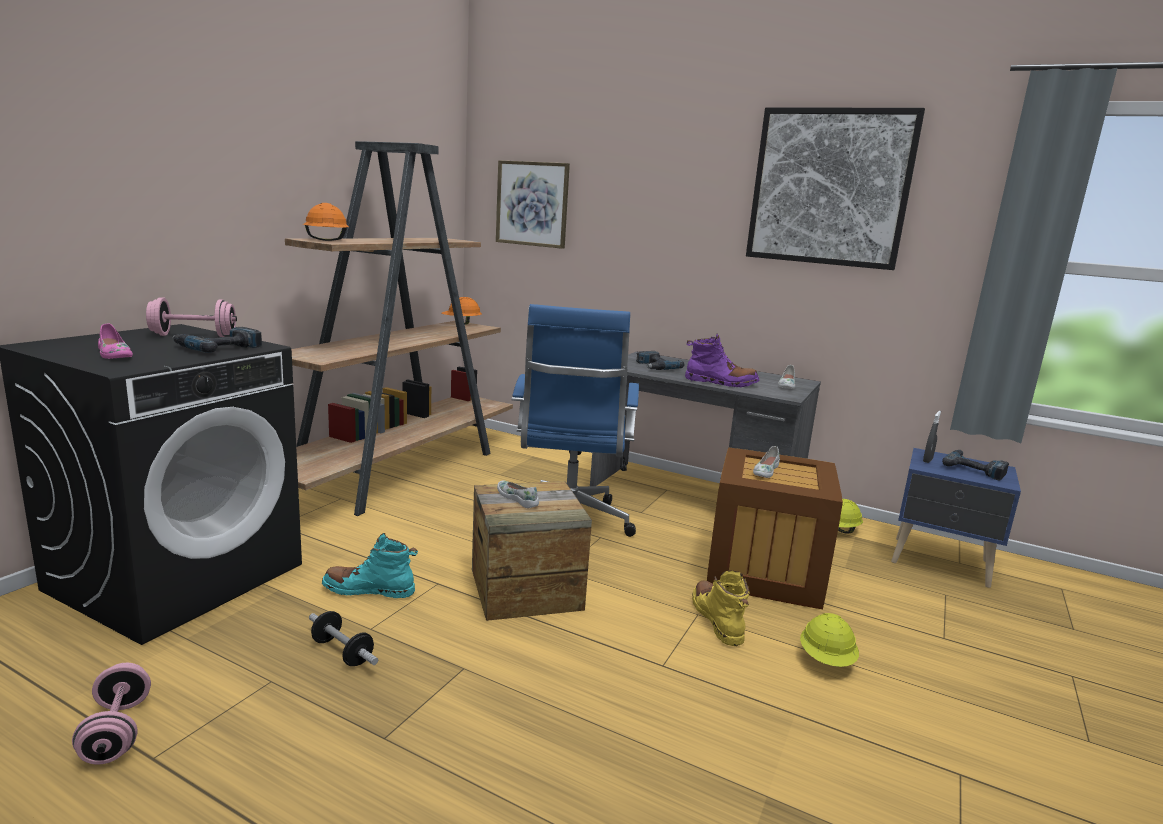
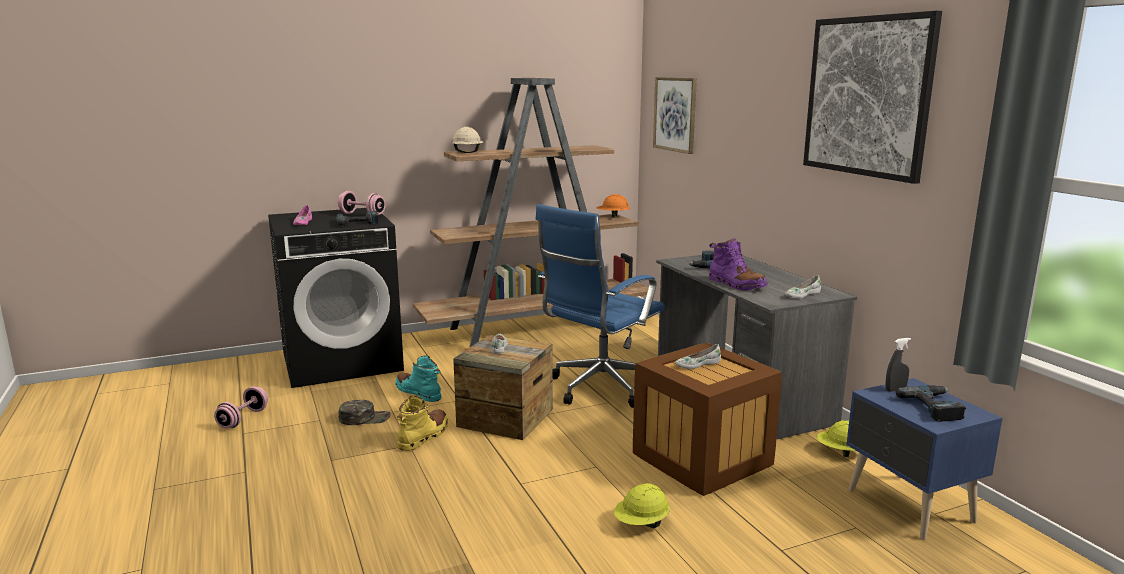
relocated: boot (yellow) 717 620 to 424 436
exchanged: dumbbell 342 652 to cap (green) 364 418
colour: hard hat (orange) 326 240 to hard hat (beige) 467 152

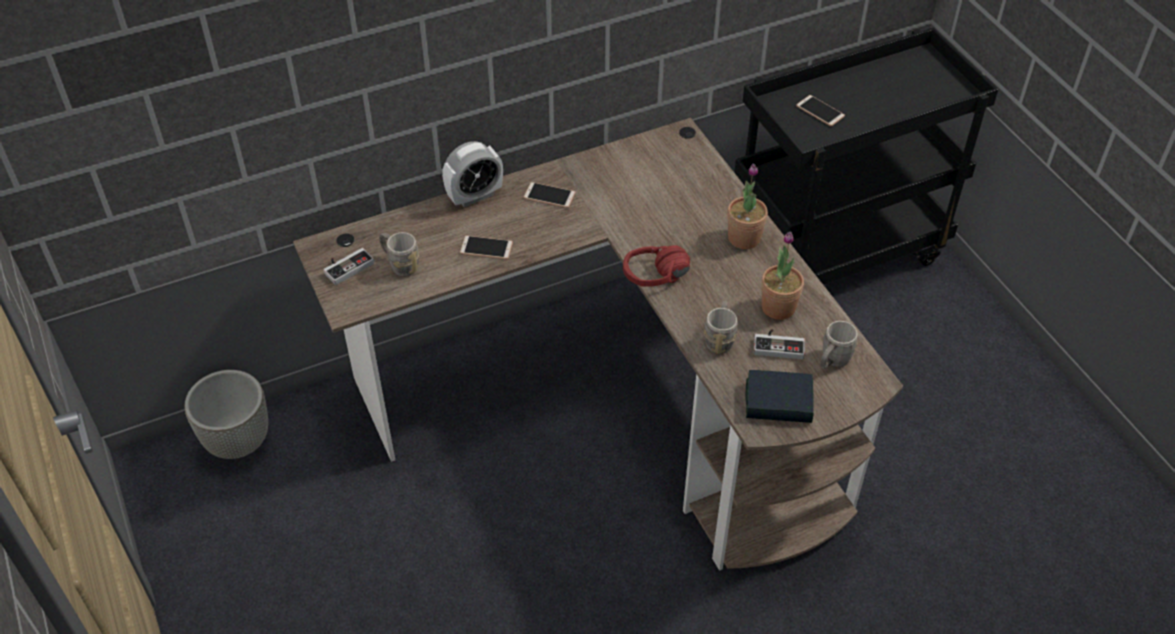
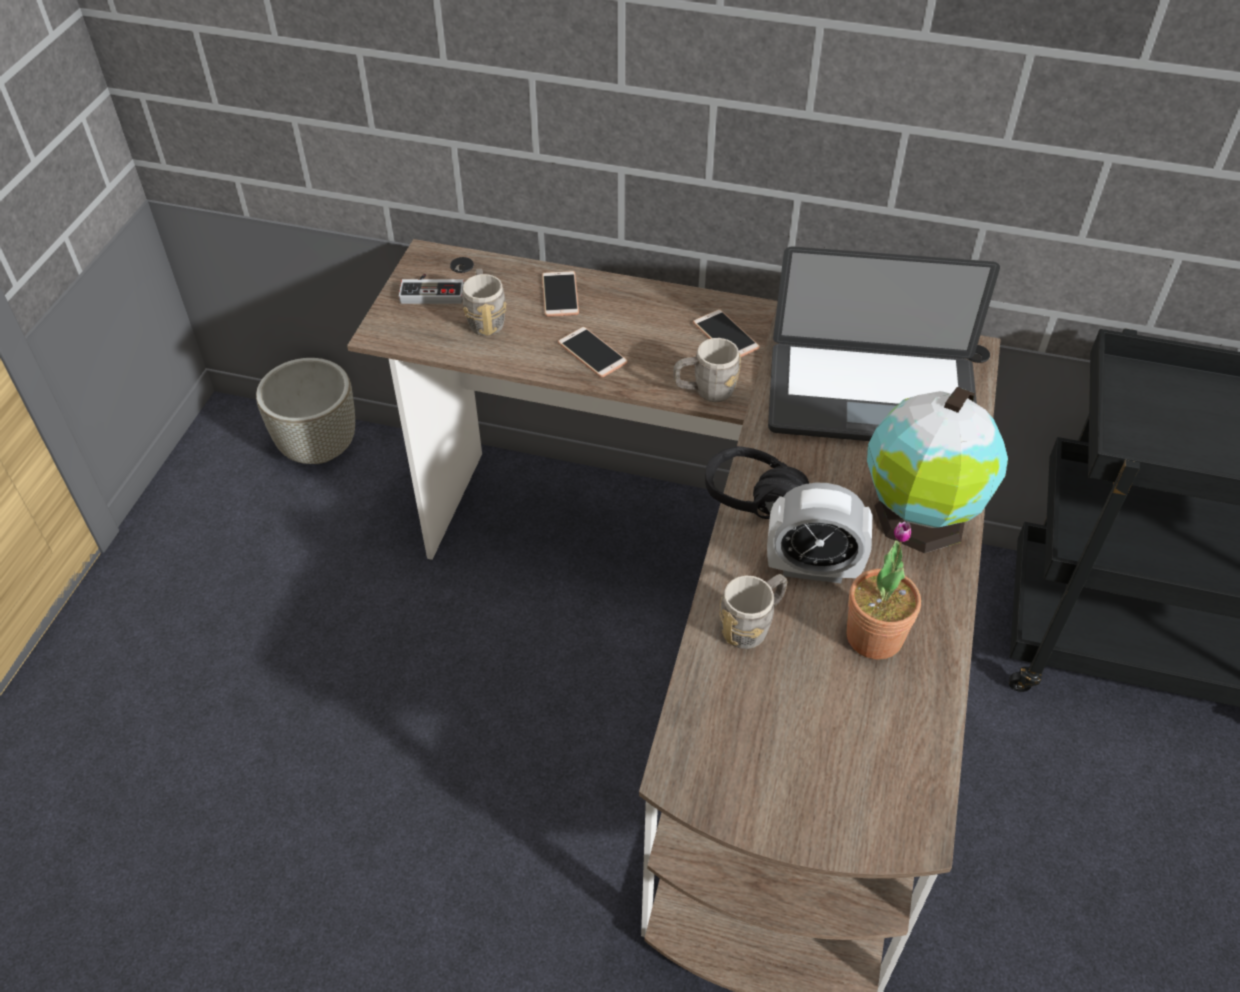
missing: book 778 402; game controller 778 345
appeared: laptop 871 398
relocated: alarm clock 475 196 to 812 568; phone 820 111 to 560 295; mug (grey) 832 361 to 705 391
exchanged: potted plant 744 238 to globe 919 520
colour: headphones (red) 659 282 to headphones (black) 748 508

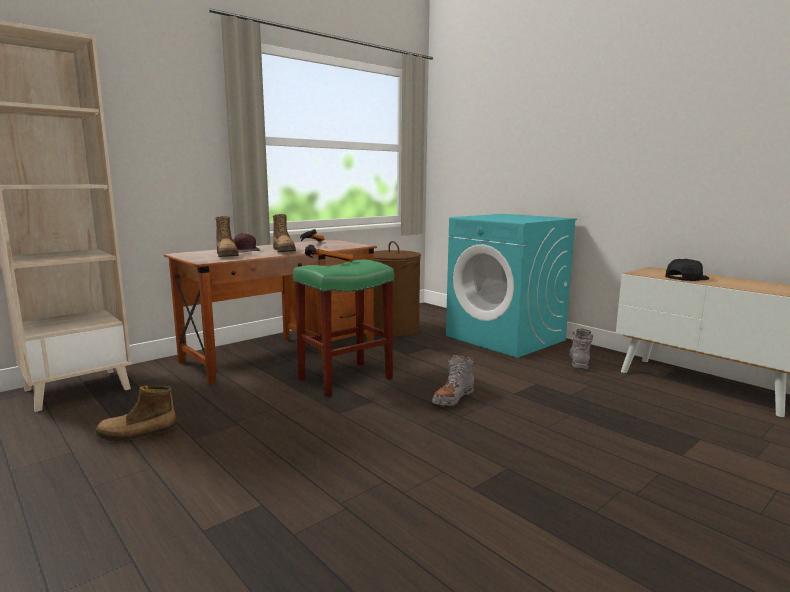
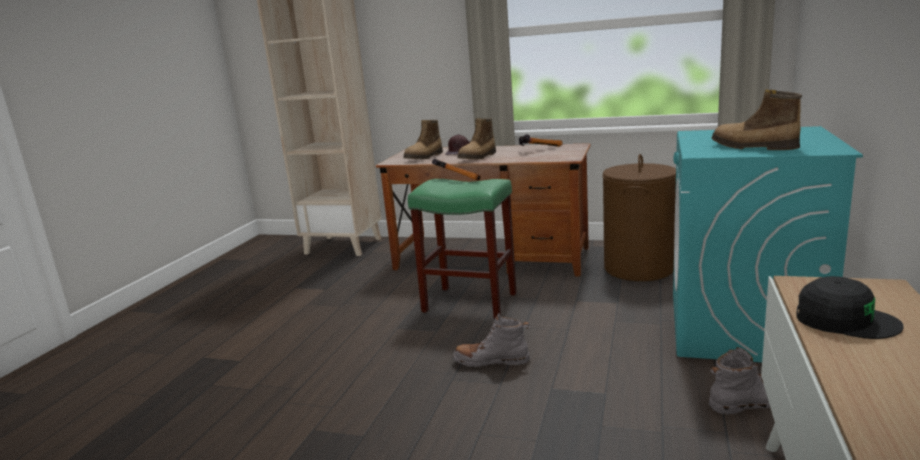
relocated: boot 137 435 to 753 147

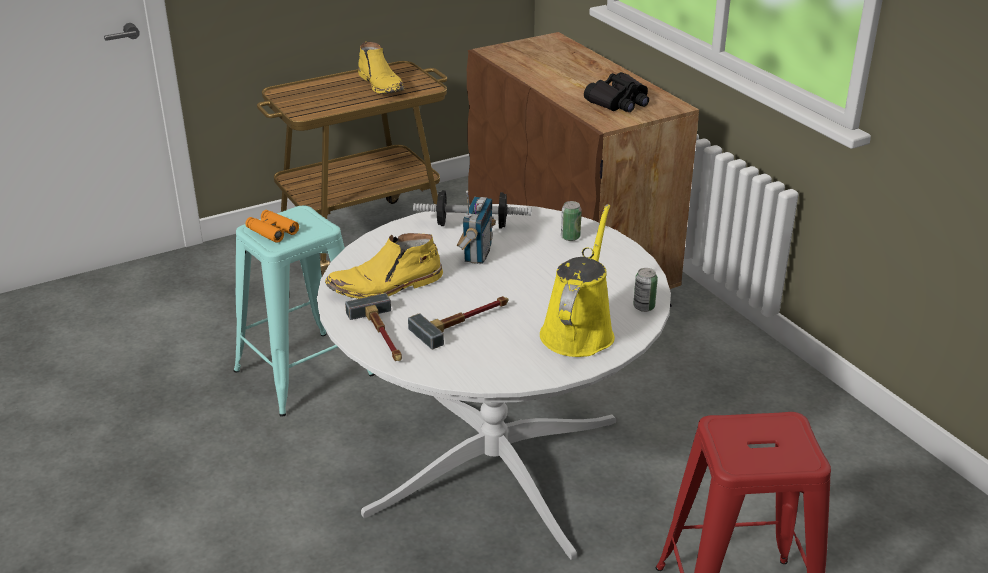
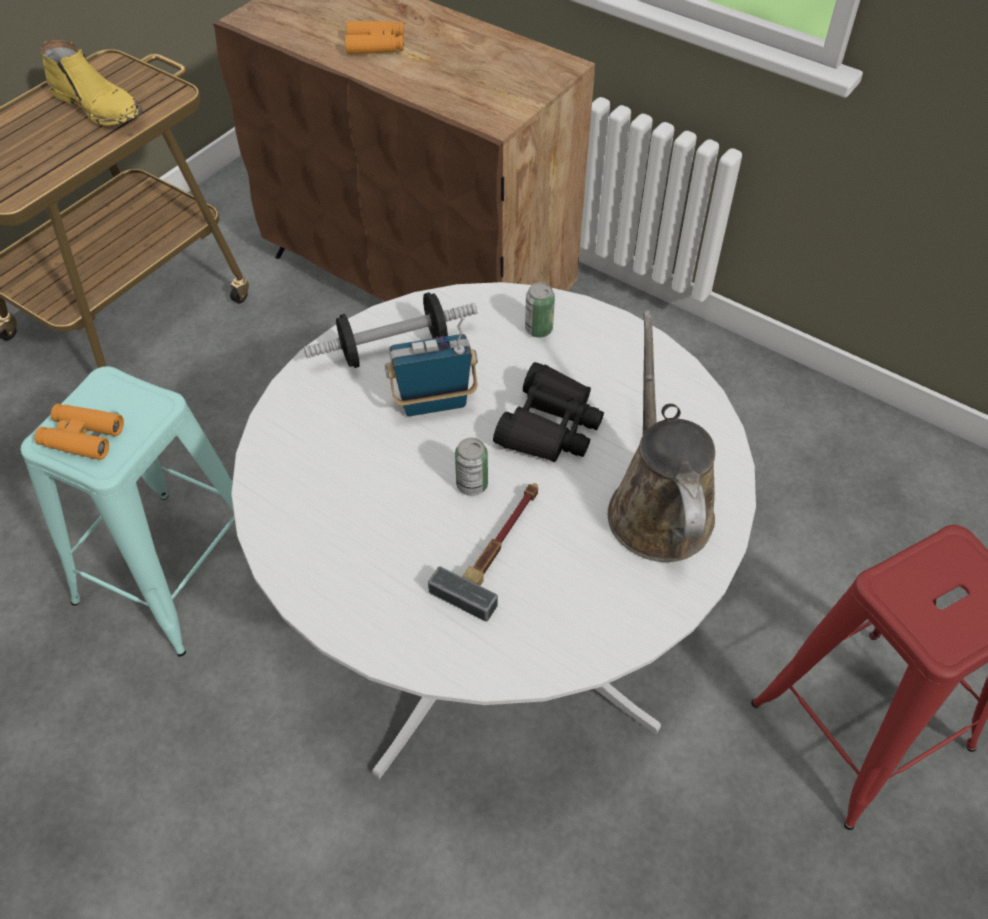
missing: boot (yellow) 386 286; hammer 382 336
appeared: binoculars (orange) 376 45
relocated: binoculars (black) 619 102 to 549 426; can 644 307 to 472 485
colour: watering can (yellow) 579 331 to watering can (brown) 657 506
spun: radio 477 254 = 434 404 90 degrees counterclockwise

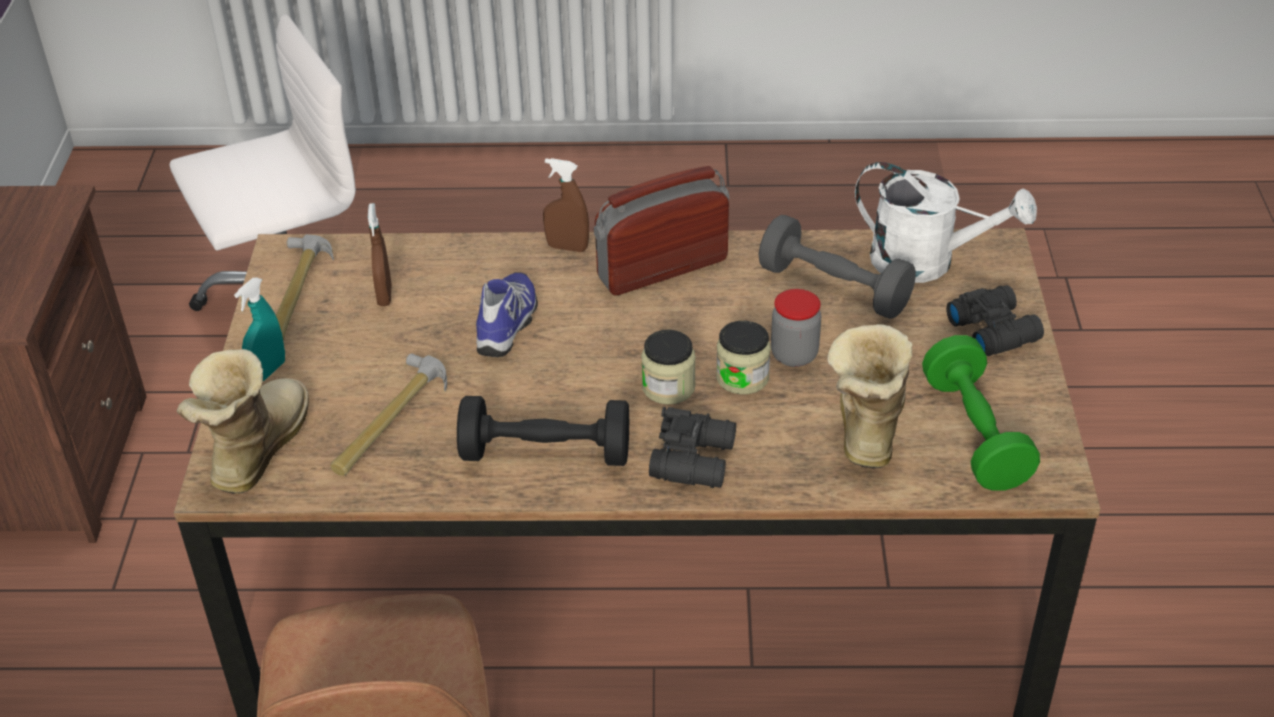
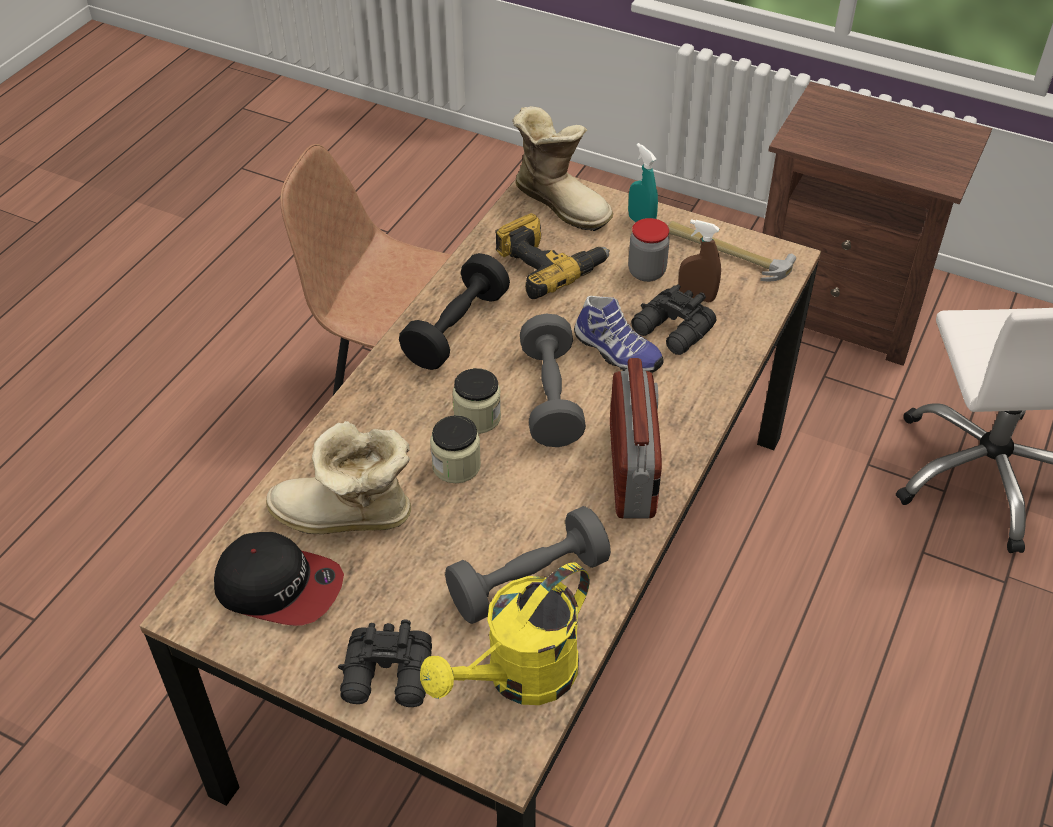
missing: spray bottle (brown) 567 247
appeared: dumbbell (grey) 551 397
relocated: binoculars (black) 695 459 to 672 331; jar 794 355 to 646 272
exchanged: hammer 389 420 to power drill 548 265; dumbbell (green) 975 434 to cap 279 586
colour: watering can (white) 927 262 to watering can (yellow) 519 678
spun: boot 866 425 = 345 518 150 degrees clockwise

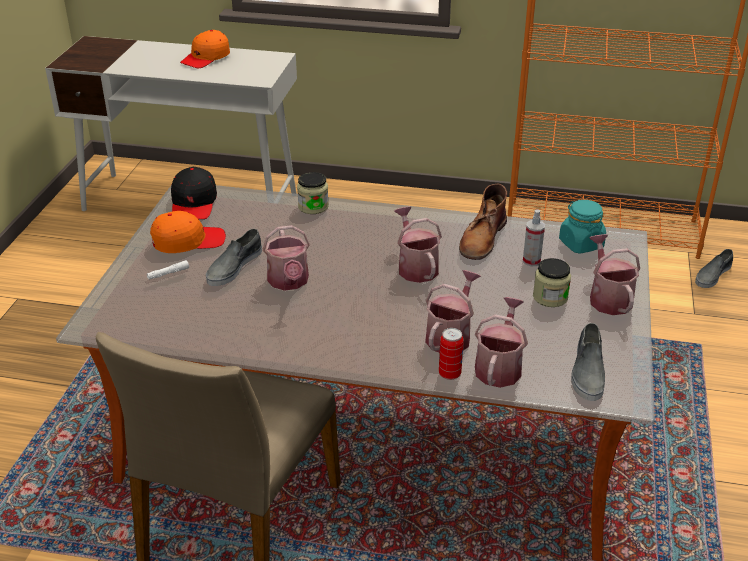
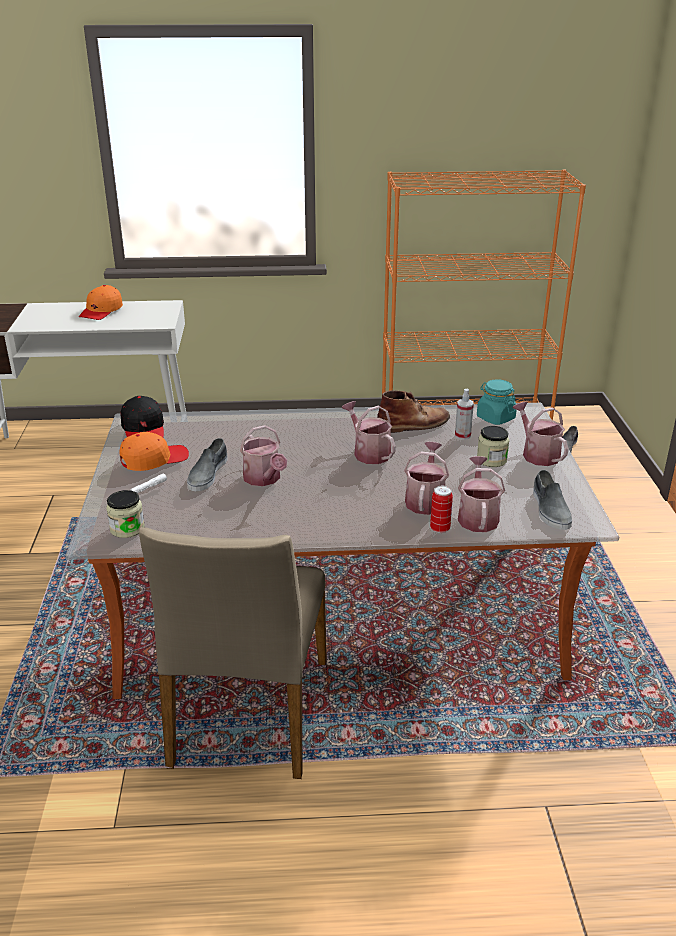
relocated: jar 313 206 to 127 528
spun: boot (brown) 482 238 = 413 424 120 degrees counterclockwise

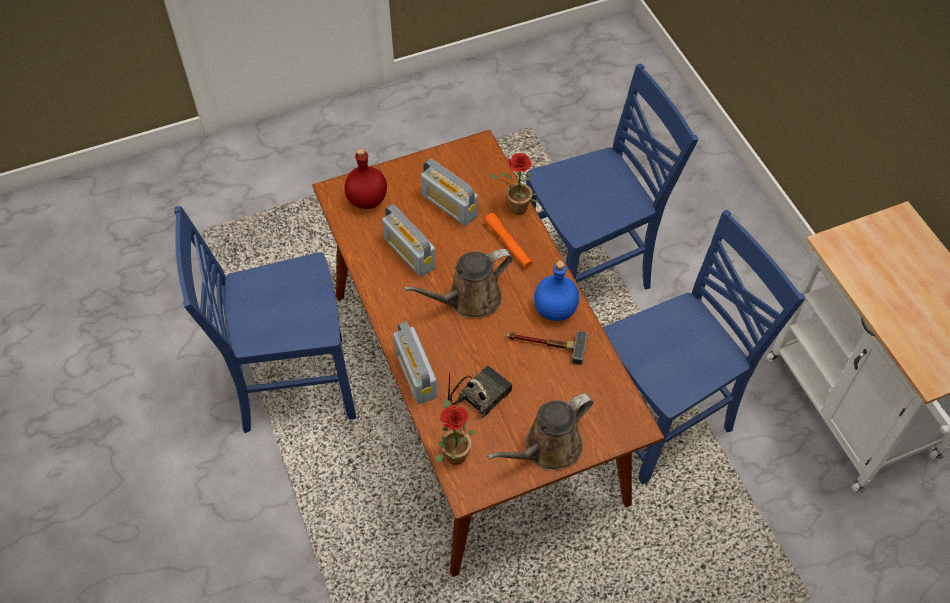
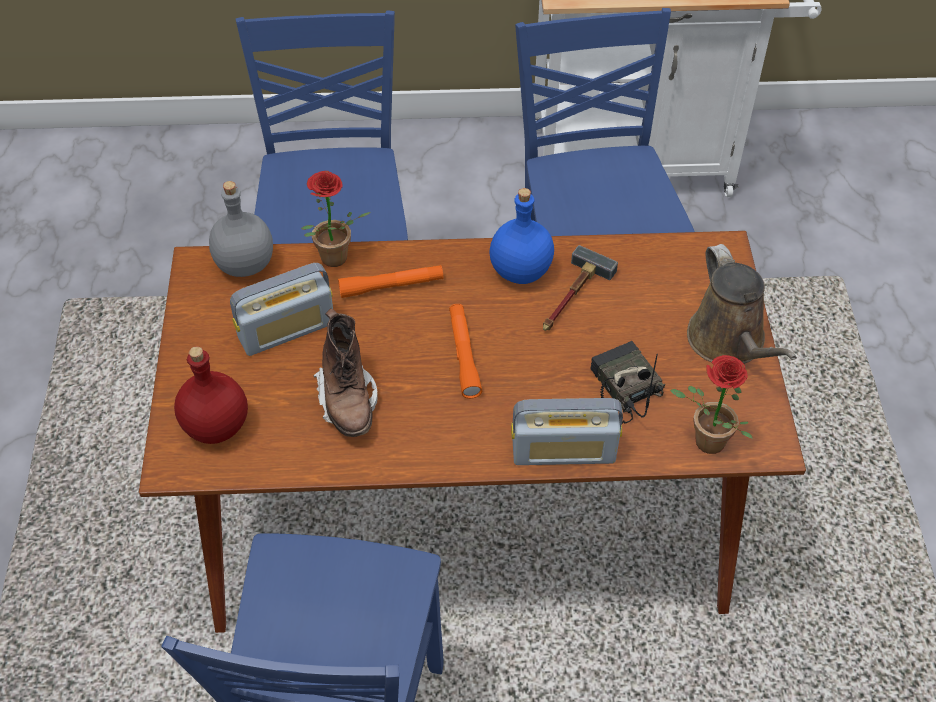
appeared: bottle (grey) 245 263
exchanged: radio 410 253 to boot (brown) 348 401; watering can (brown) 469 300 to flashlight (orange) 464 355

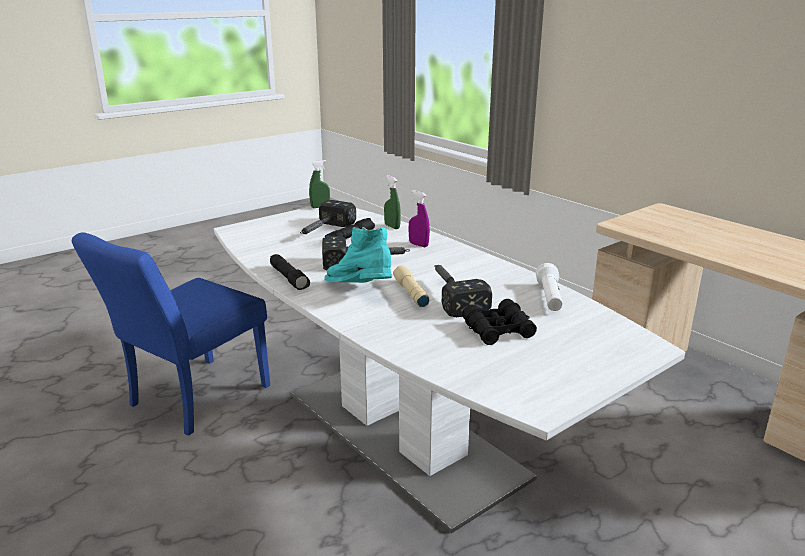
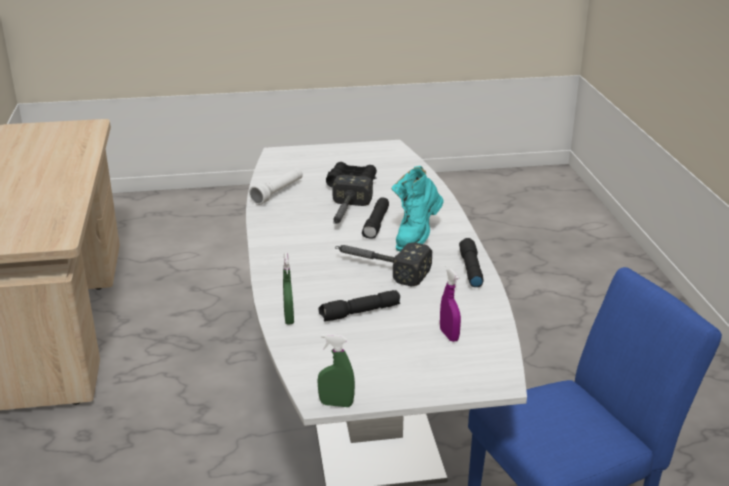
missing: hammer 323 231
relocated: spray bottle (purple) 418 245 to 449 335
colour: flashlight (beige) 410 293 to flashlight (black) 377 224
spun: boot (turquoise) 360 291 = 416 237 45 degrees clockwise

